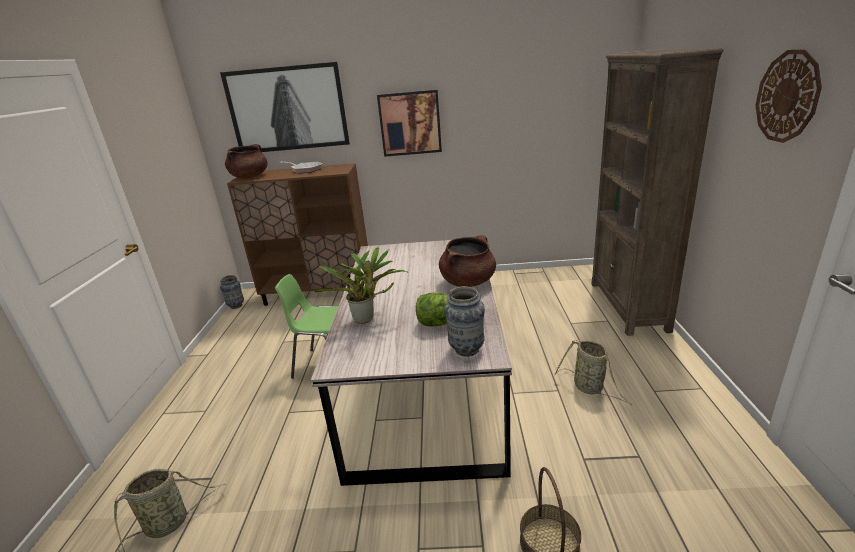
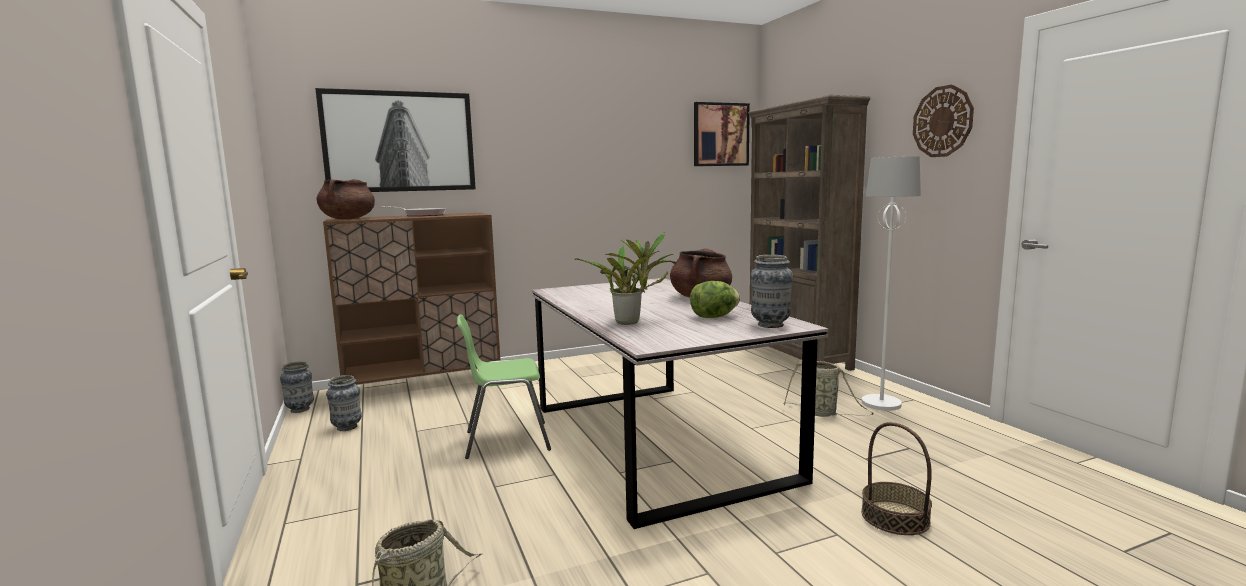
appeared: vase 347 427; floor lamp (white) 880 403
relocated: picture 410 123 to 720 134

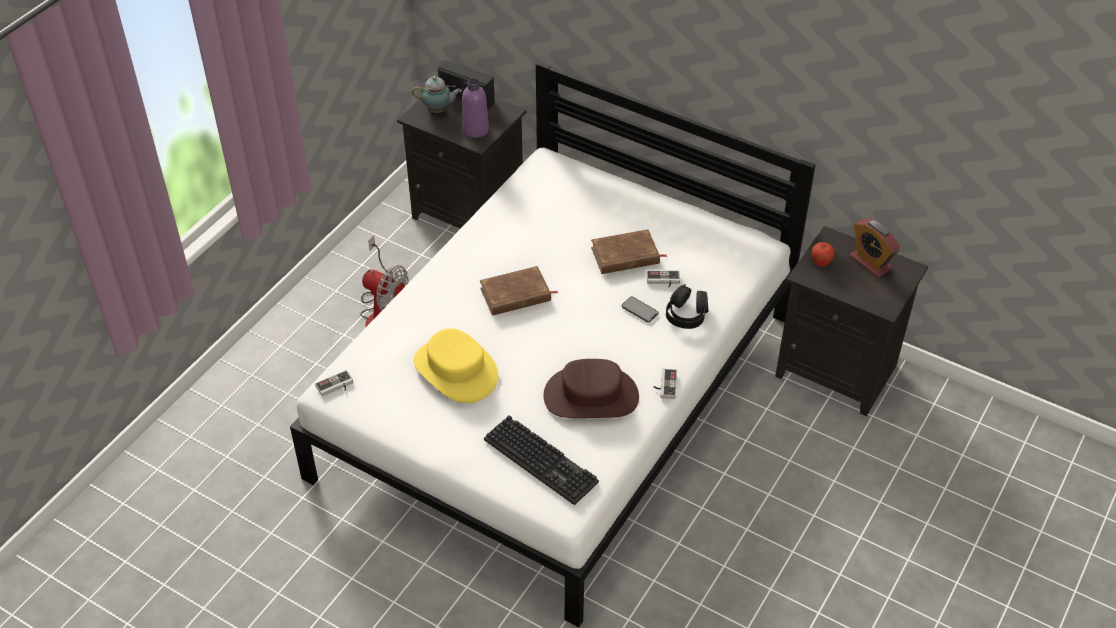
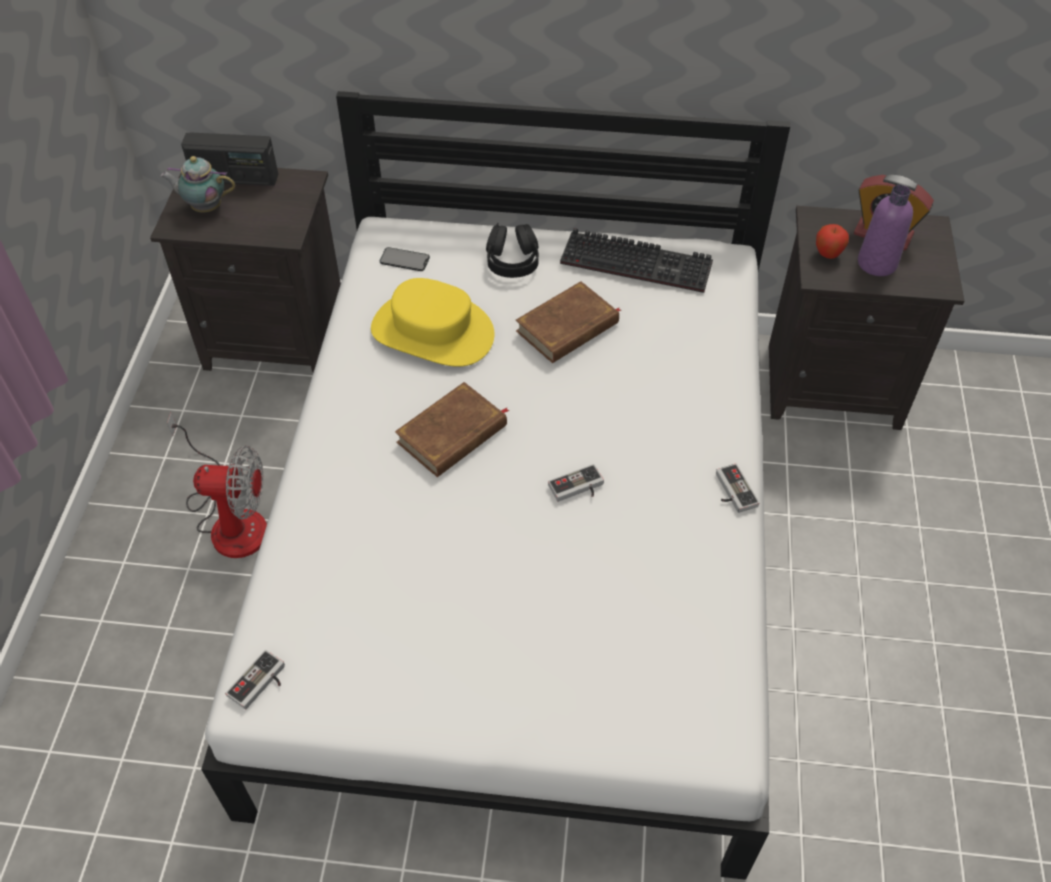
missing: hat (brown) 591 396
relocated: hat (yellow) 456 370 to 433 331; bottle (purple) 475 130 to 877 263; keyboard 543 461 to 639 262; phone 640 309 to 404 259; game controller 663 281 to 578 489; headphones (black) 686 314 to 512 261
spun: teapot 438 110 = 205 207 150 degrees counterclockwise

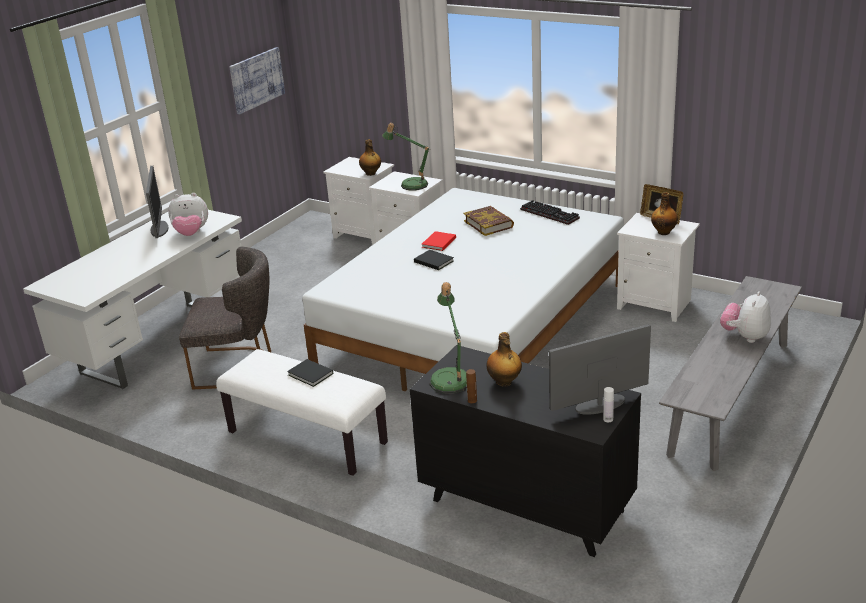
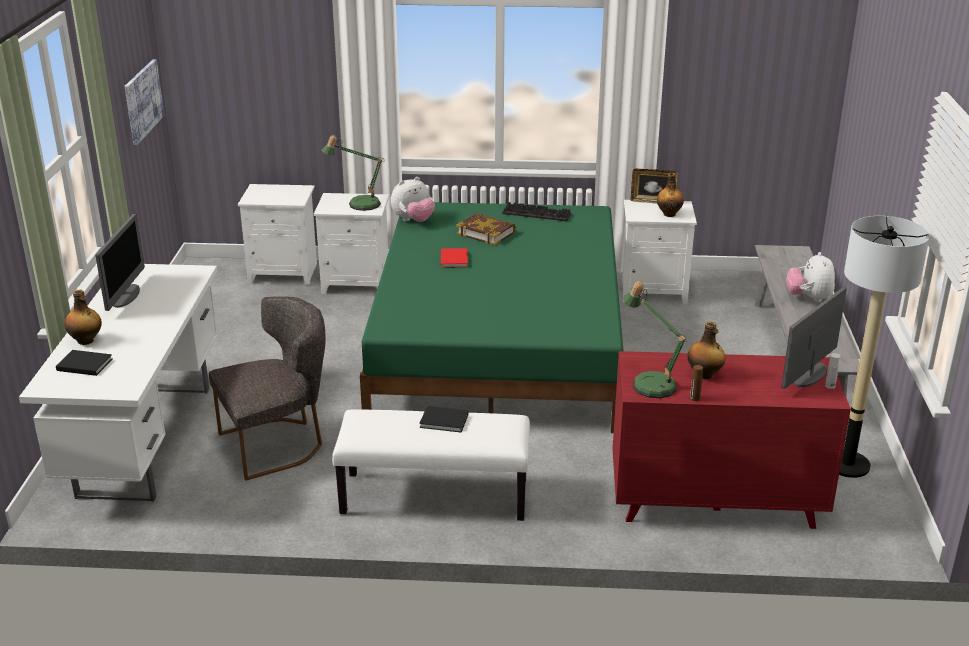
appeared: floor lamp 847 464
relocated: plush toy 191 234 to 413 221; bottle 371 173 to 86 341; book (black) 433 261 to 84 364
colour: bed (white) 475 324 to bed (green) 499 344; dresser (black) 525 505 to dresser (red) 714 501
spun: monitor 159 229 = 126 296 45 degrees clockwise

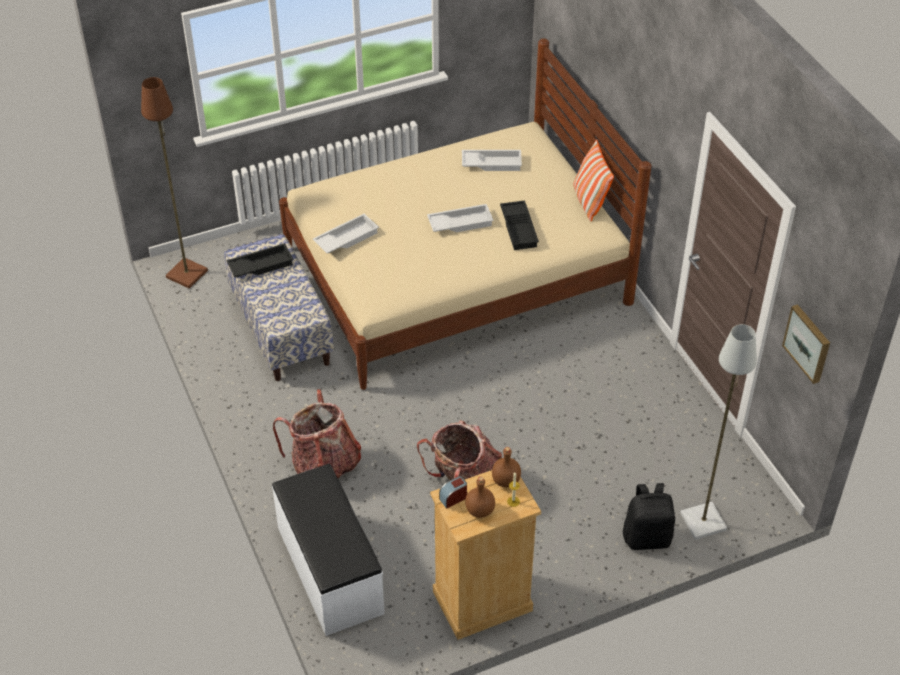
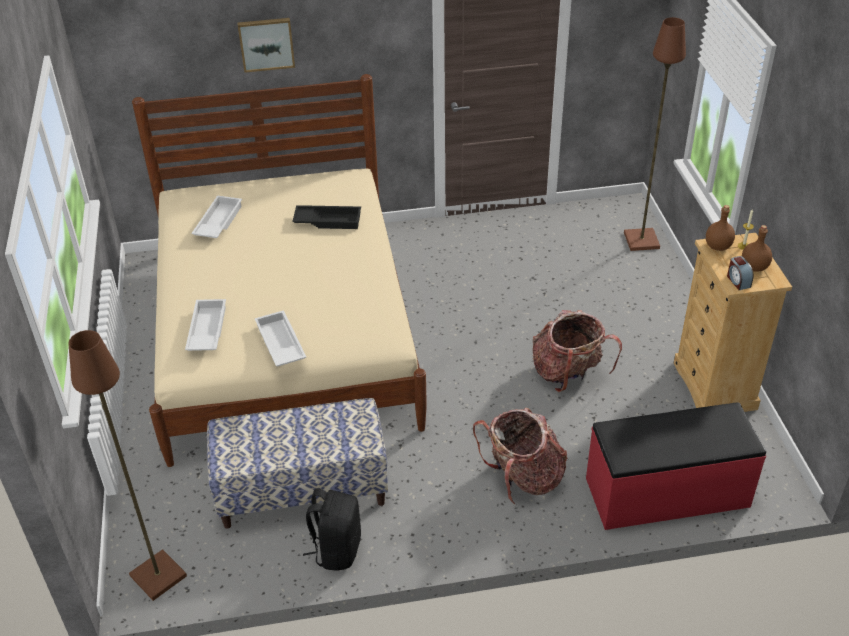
missing: tray (black) 261 265; pillow 589 202
relocated: tray (white) 460 222 to 206 330; backpack (black) 647 537 to 337 549; picture 808 343 to 266 43
colour: bench (white) 329 570 to bench (red) 667 493; floor lamp (grey) 703 521 to floor lamp (brown) 640 240

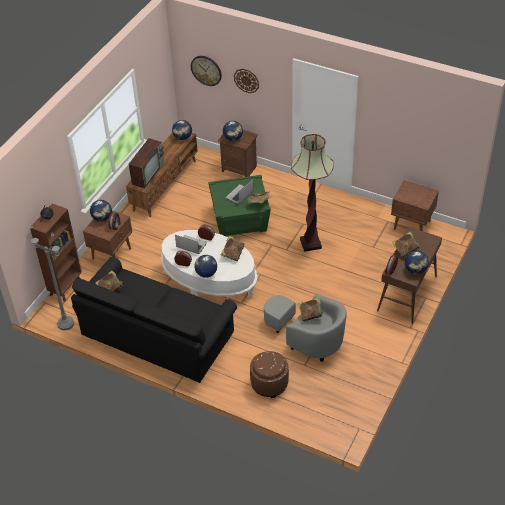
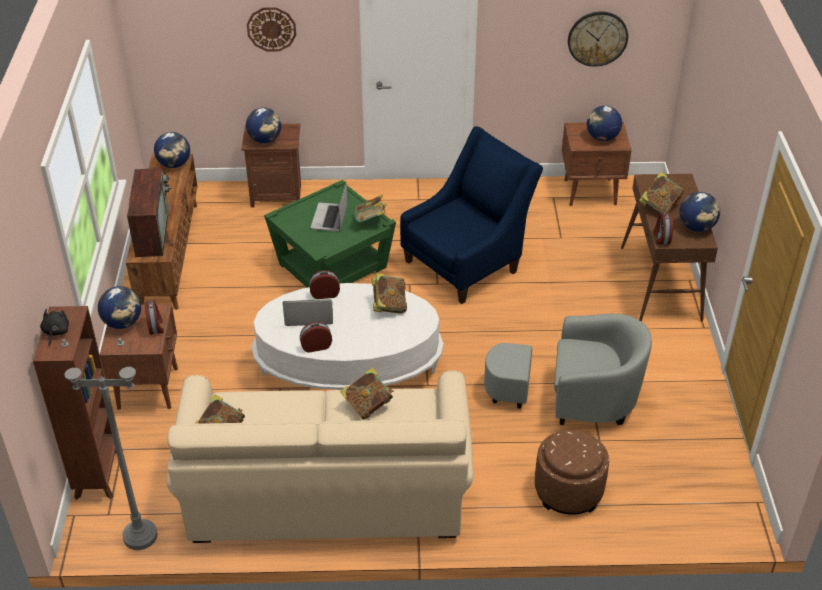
relocated: wall clock 206 70 to 597 38; globe 206 273 to 602 138; book 311 315 to 368 406
exchanged: floor lamp 310 244 to armchair (blue) 467 263
colour: sofa (black) 158 335 to sofa (beige) 326 490

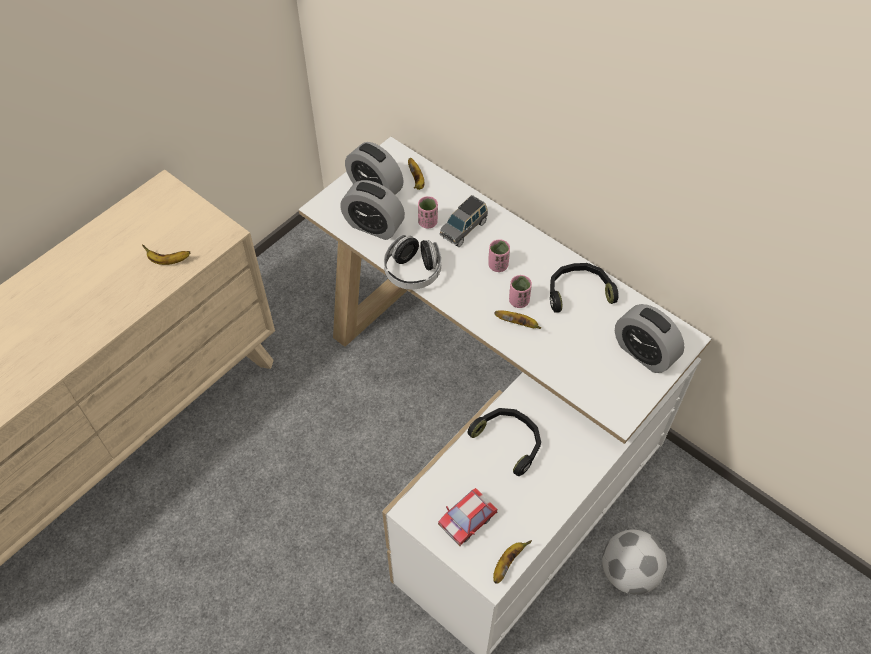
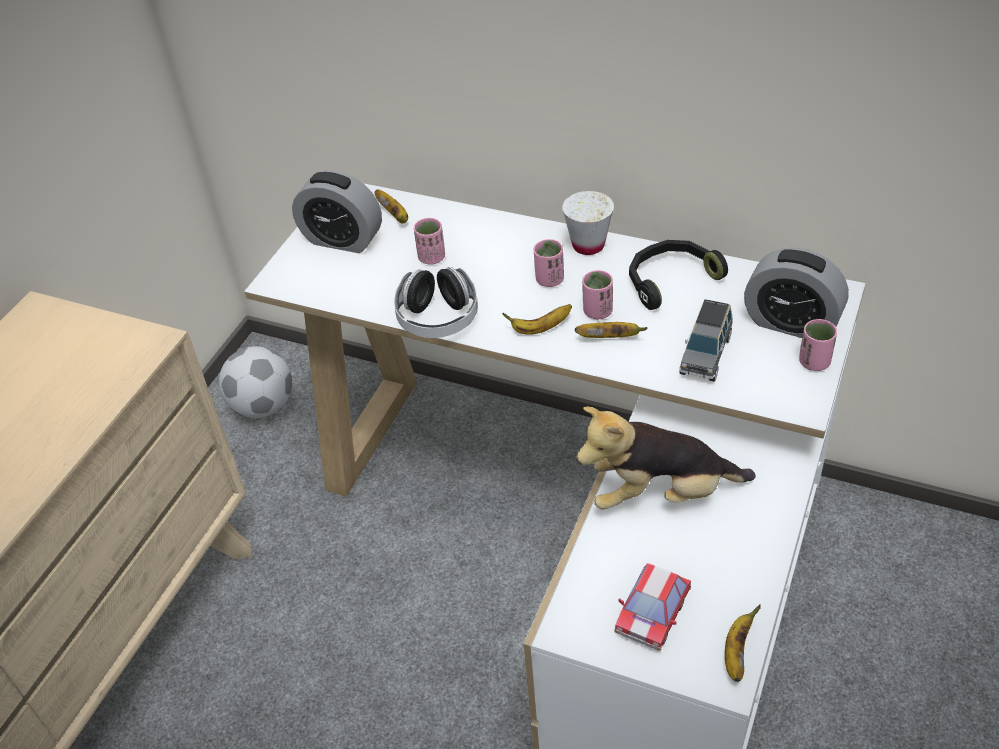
missing: alarm clock 373 226
appeared: cup (white) 588 245; cup (pink) 814 362
relocated: banana 168 261 to 540 328; toy car (grey) 464 229 to 705 354; football 628 573 to 263 406
exchanged: headphones (black) 509 441 to plush toy 660 494

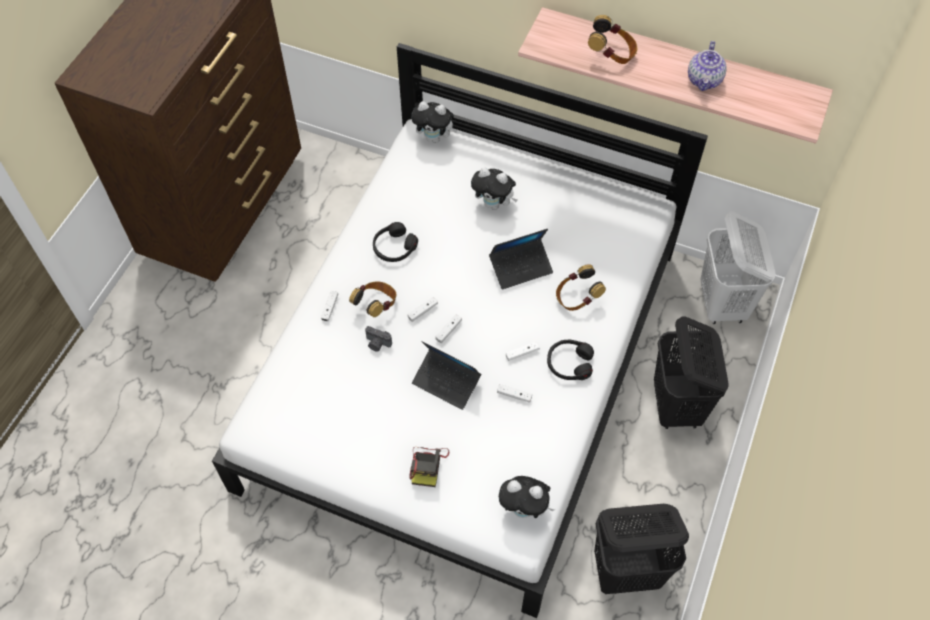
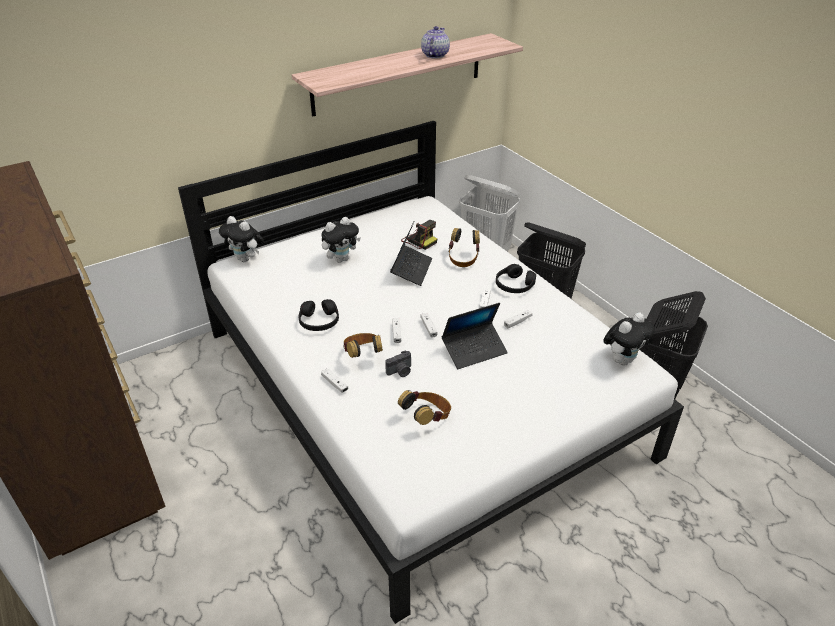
relocated: photo camera 427 465 to 419 240; headphones 611 54 to 427 418
spun: plush toy 434 138 = 246 259 75 degrees clockwise; teapot 704 80 = 434 55 120 degrees counterclockwise

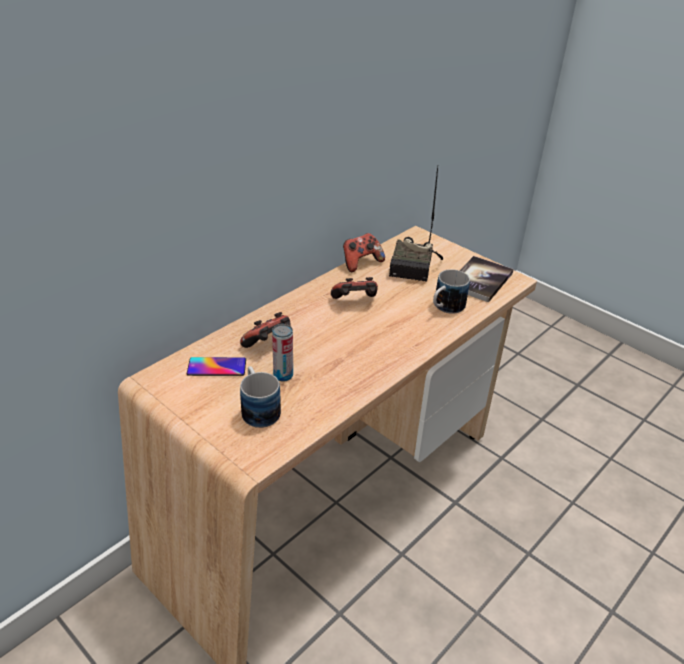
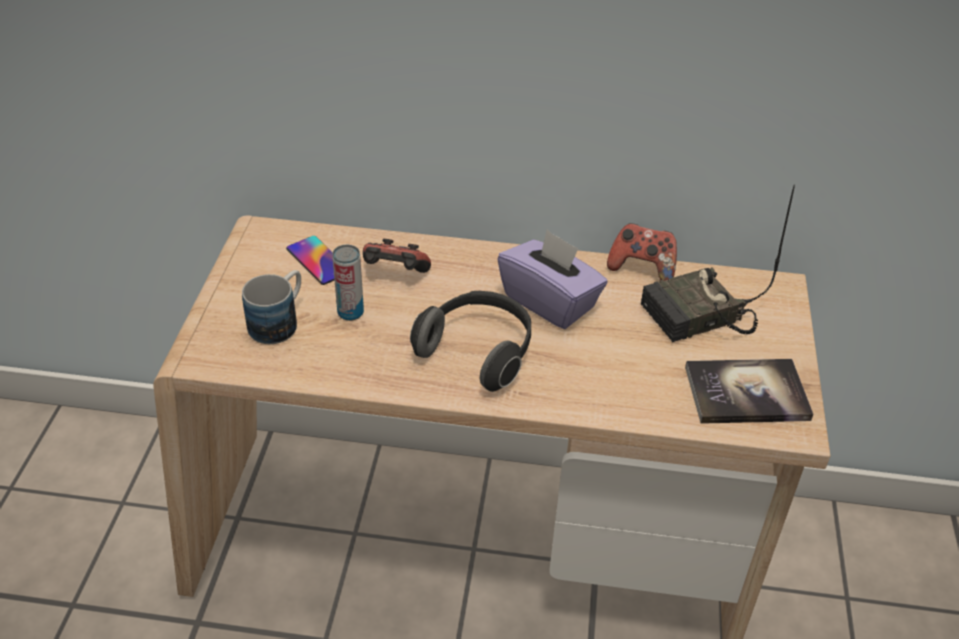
missing: mug 445 308
appeared: headphones 478 352
exchanged: game controller 355 302 to tissue box (purple) 550 302

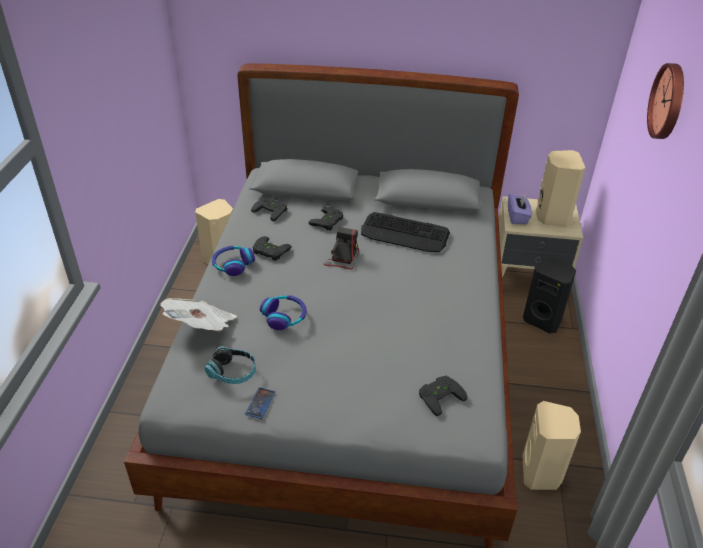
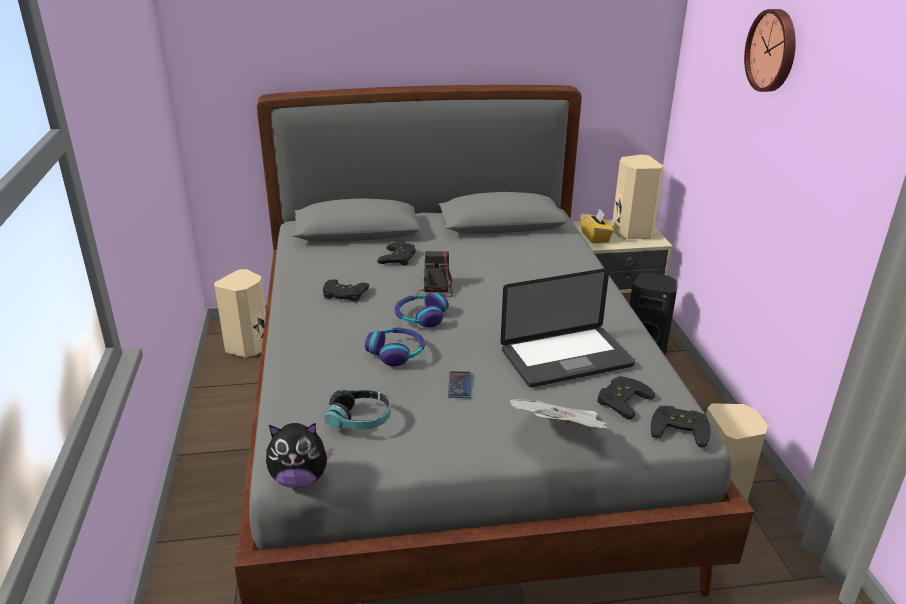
missing: keyboard 405 234
appeared: plush toy 300 479; laptop 566 358
relocated: newspaper 202 327 to 560 434; headphones 232 264 to 420 317; phone 260 403 to 459 385; game controller (black) 272 210 to 680 427
colour: tissue box (purple) 517 217 to tissue box (yellow) 595 237

